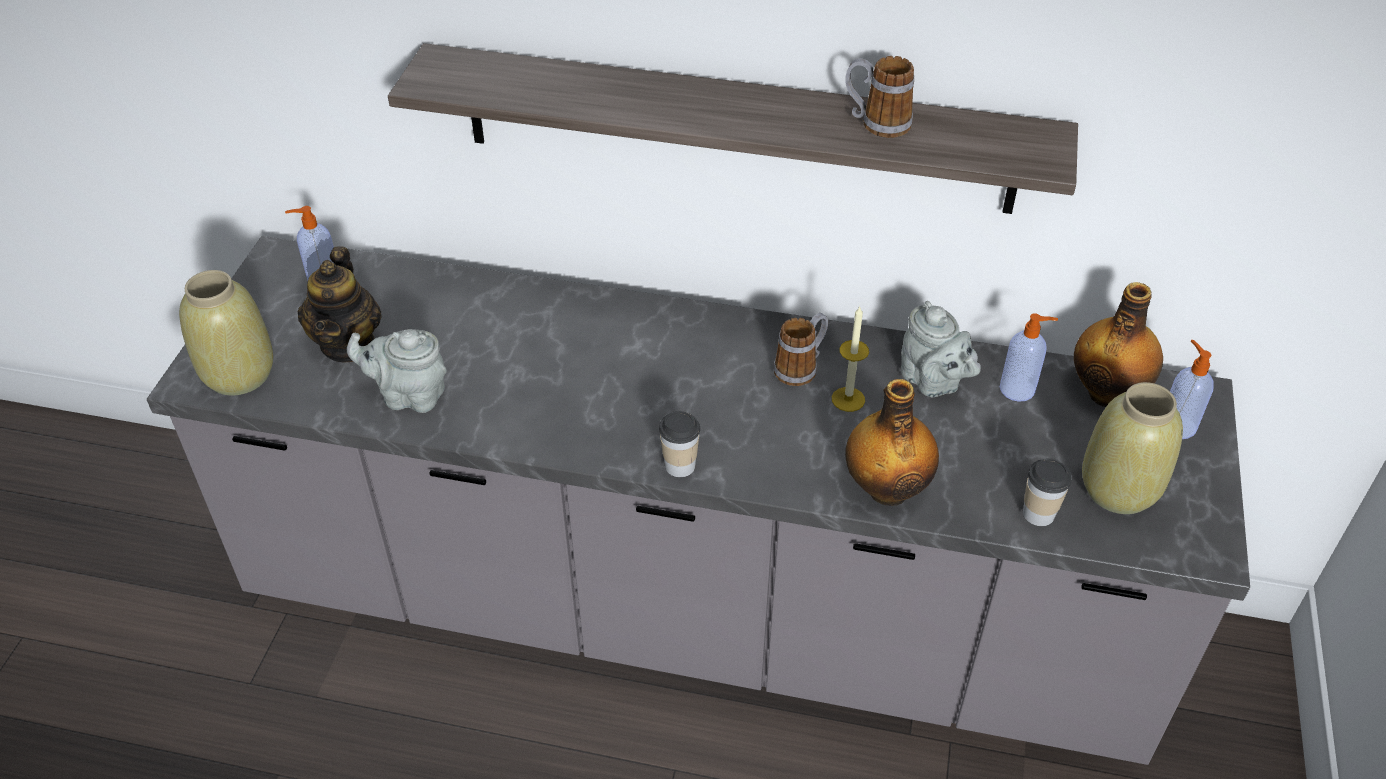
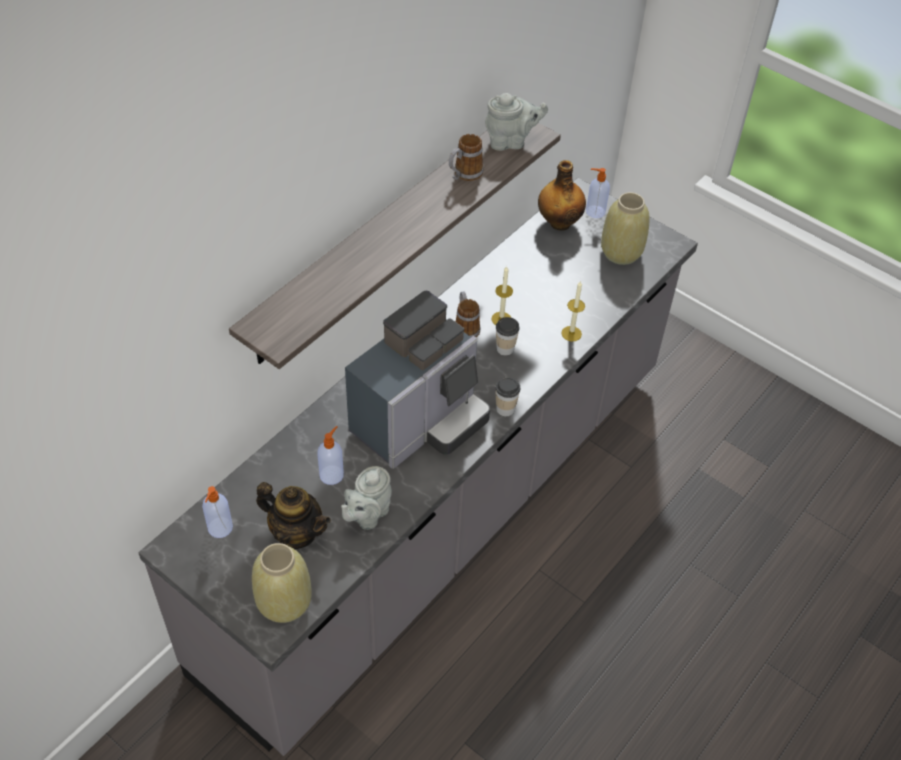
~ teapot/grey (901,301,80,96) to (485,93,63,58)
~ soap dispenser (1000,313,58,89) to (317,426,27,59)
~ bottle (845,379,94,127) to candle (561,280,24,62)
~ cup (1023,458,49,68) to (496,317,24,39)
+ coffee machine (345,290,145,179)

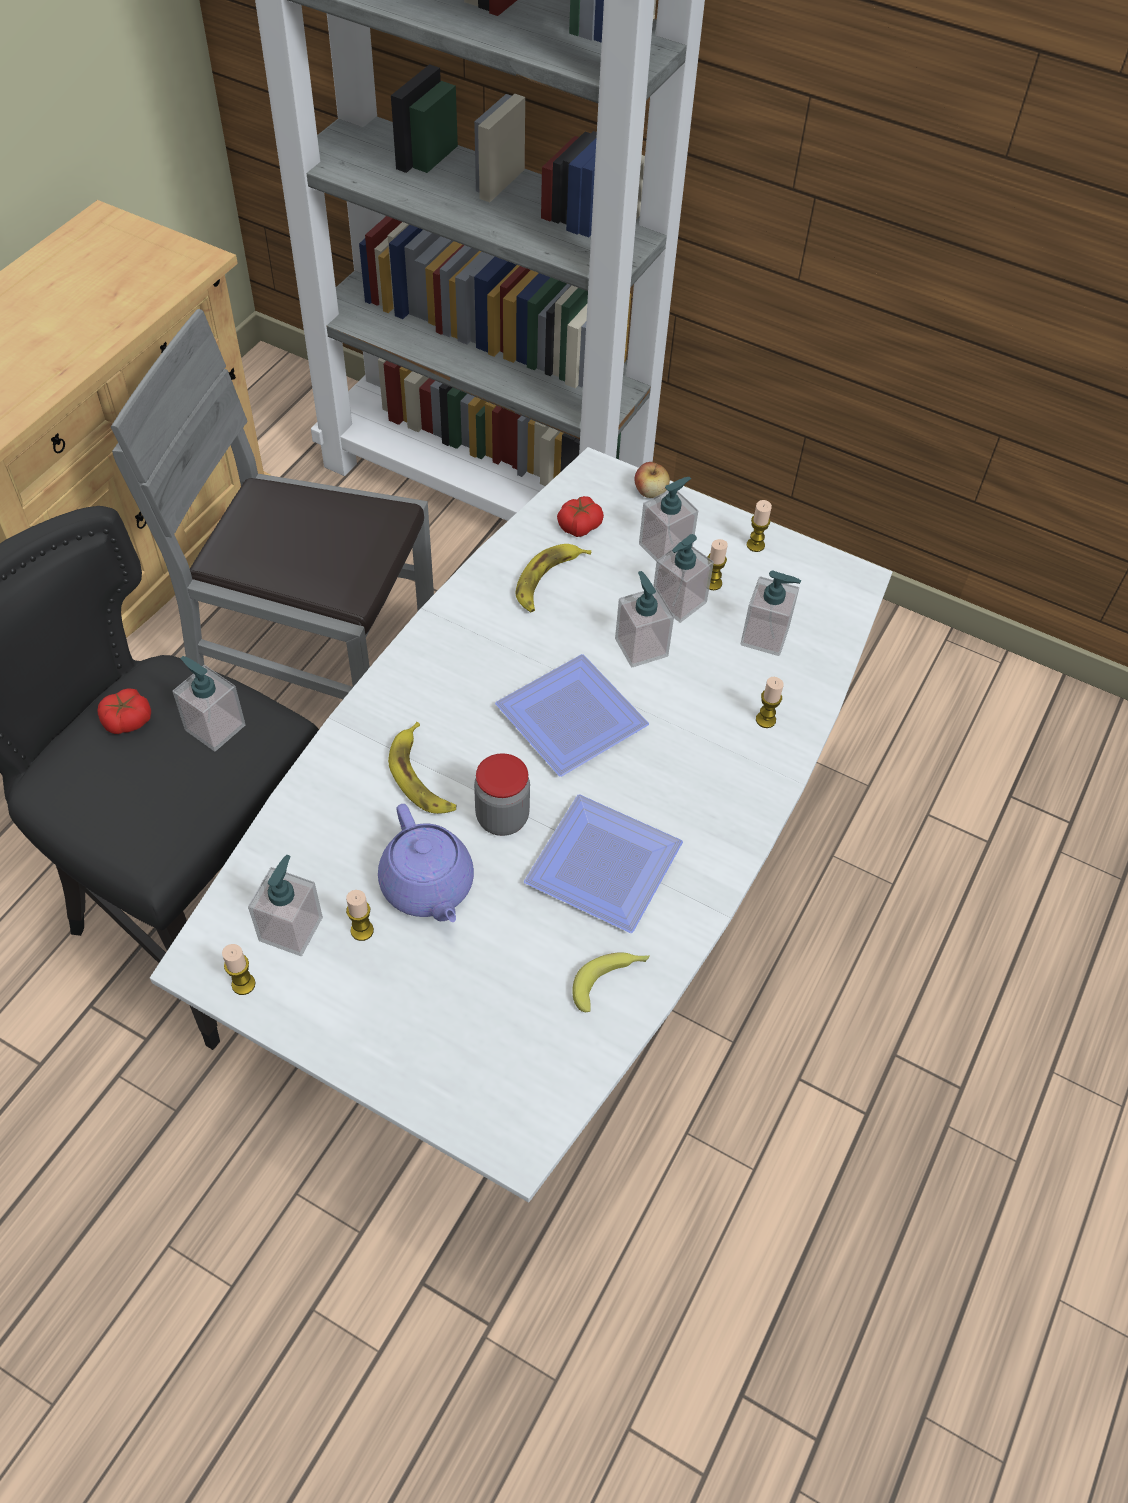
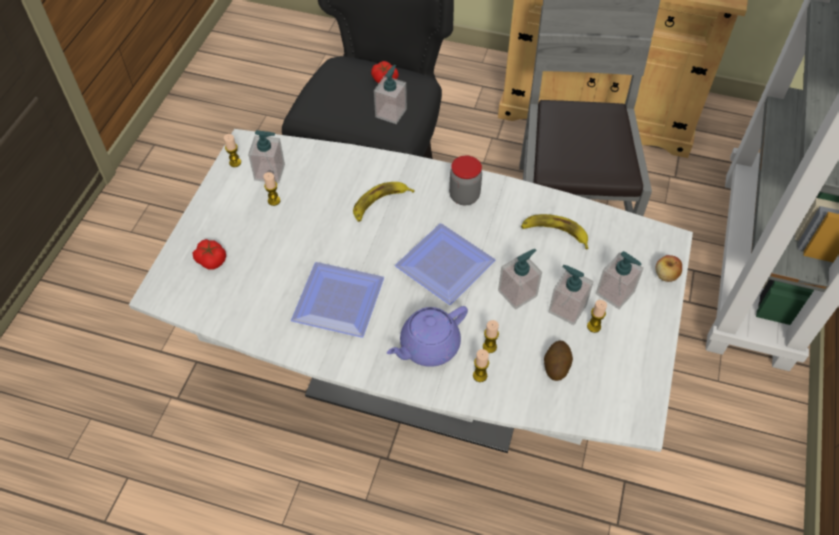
~ tomato (557,496,47,41) to (193,239,33,31)
~ candle (747,500,25,52) to (483,320,16,33)
~ soap dispenser (741,570,60,86) to potato (544,340,29,41)
~ jar (474,753,56,83) to (449,156,33,49)
~ teapot/purple (378,804,96,118) to (387,306,81,61)
- banana (572,952,78,60)

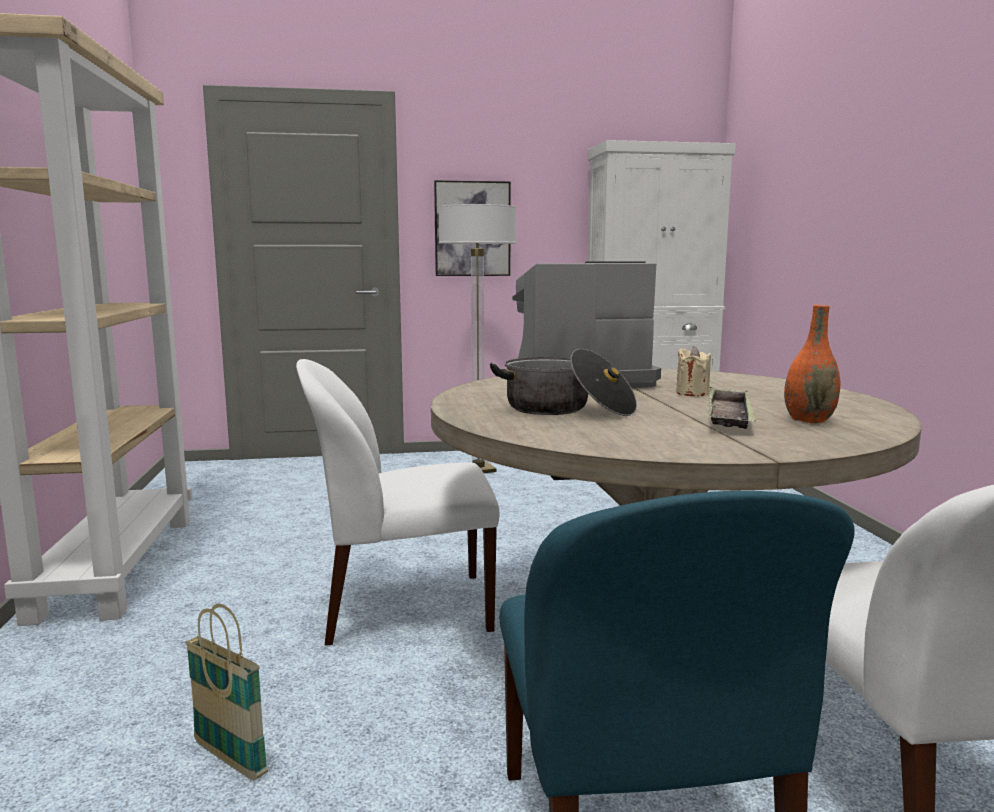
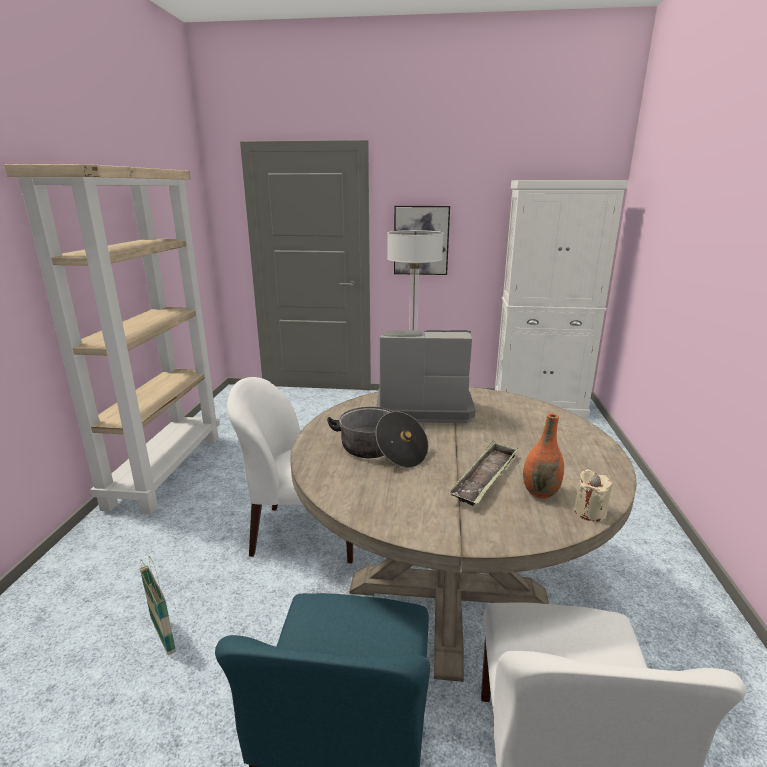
~ candle/beige (676,346,35,50) to (574,469,38,52)

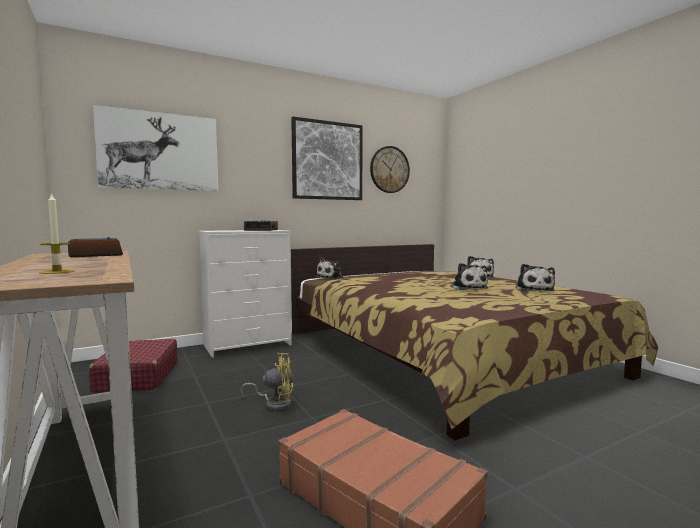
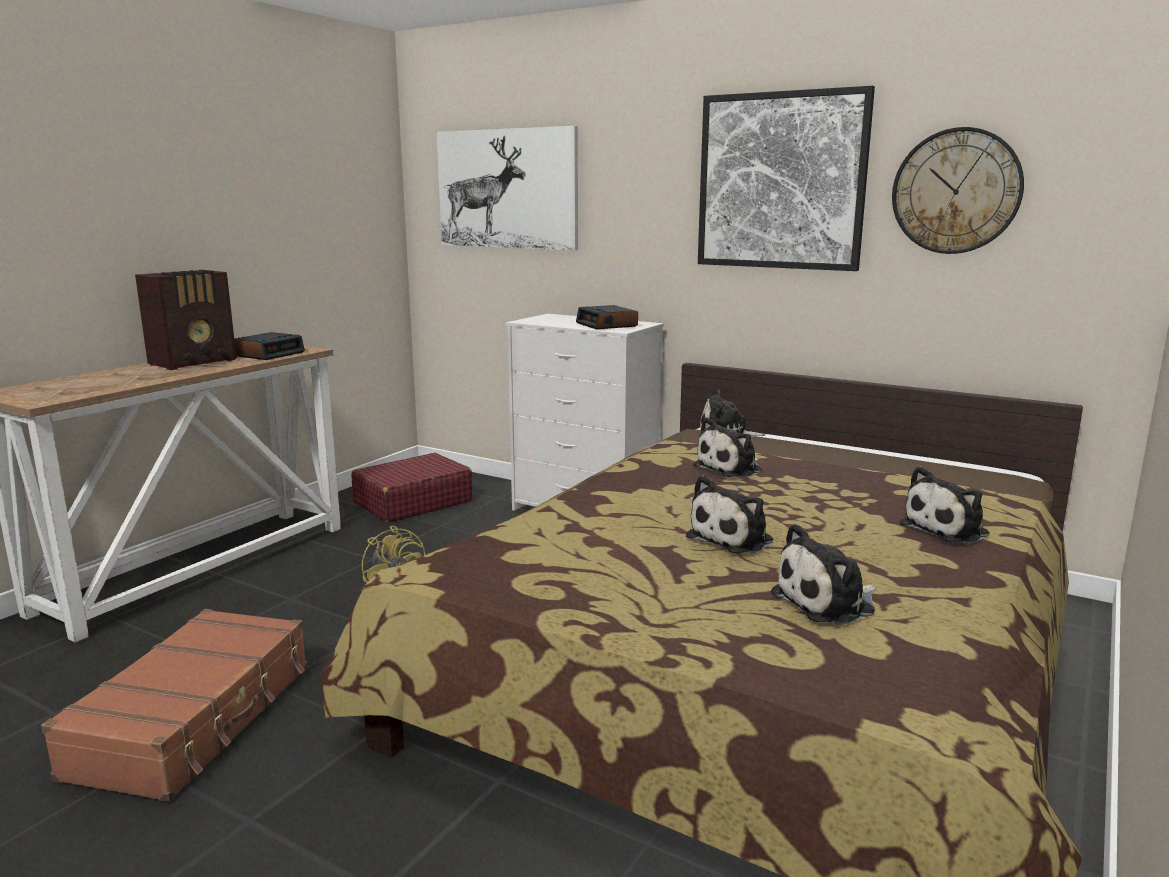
- candle (39,192,36,82)
+ radio (135,270,101,100)
+ plush toy (693,417,69,61)

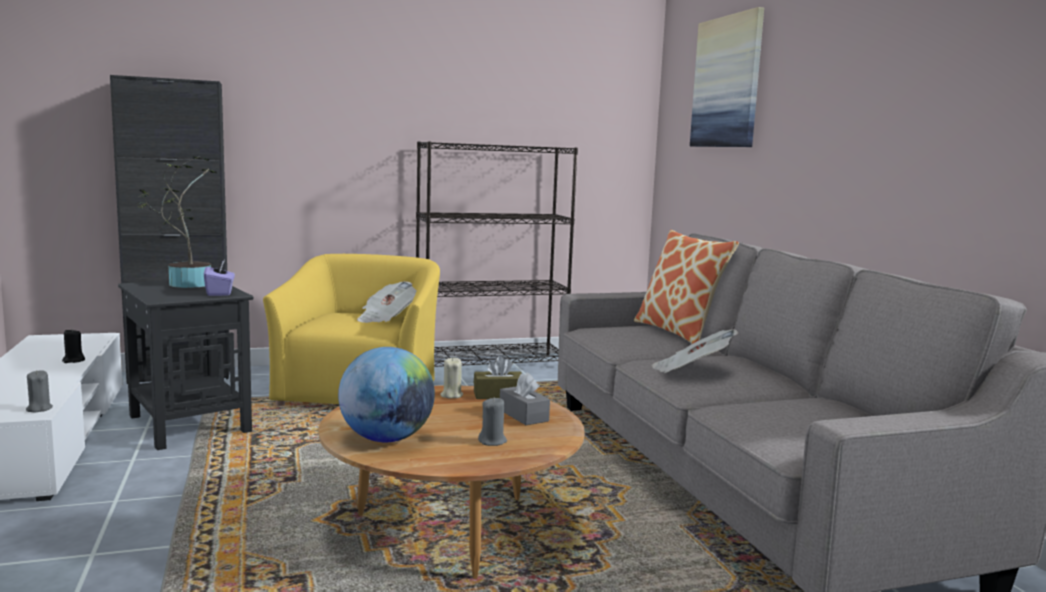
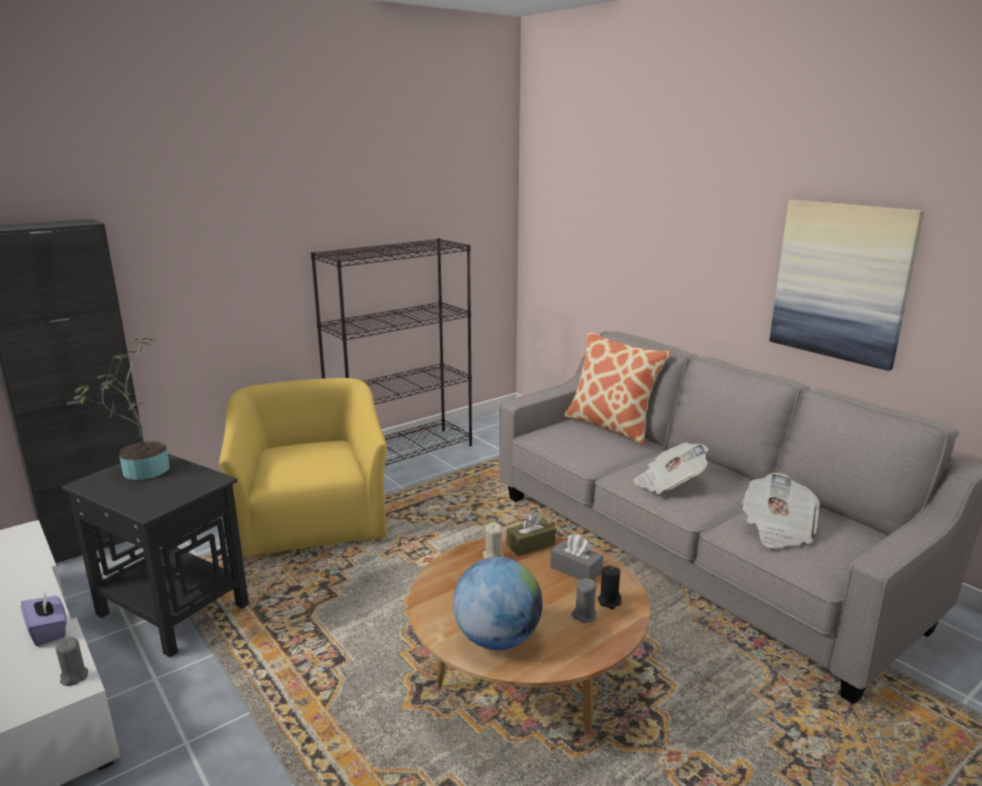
~ picture (690,7,74,140) to (769,200,155,171)
~ tissue box/purple (204,260,31,36) to (21,590,46,56)
~ newspaper (357,281,60,42) to (741,473,79,75)
~ candle/black (62,330,23,33) to (598,566,24,43)

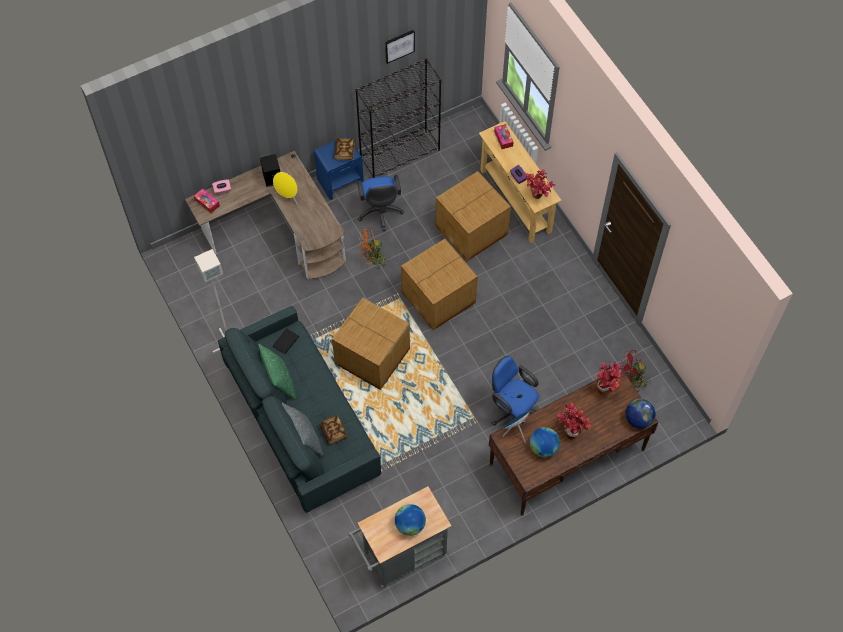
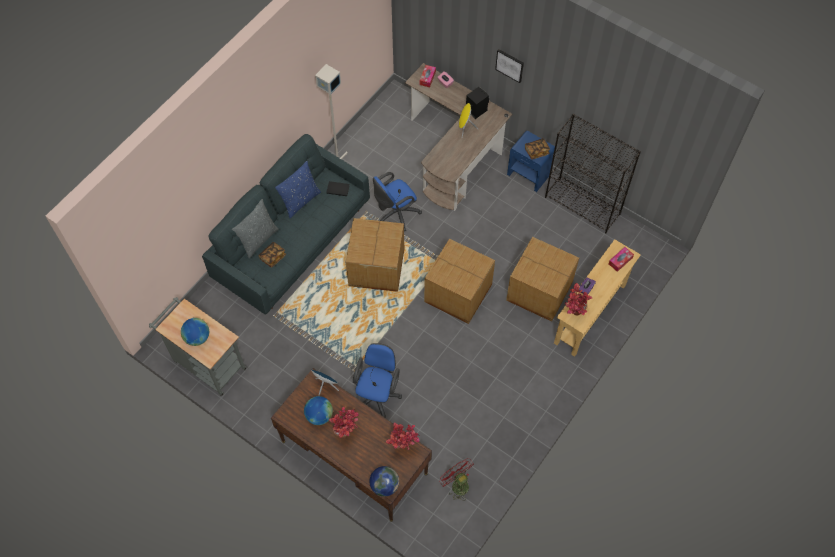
~ picture (385,30,30,34) to (495,49,29,34)
~ office chair/blue (358,175,46,56) to (373,172,49,59)
- fan/orange (359,228,31,41)
~ pillow/green (259,344,37,56) to pillow/blue (275,161,46,57)

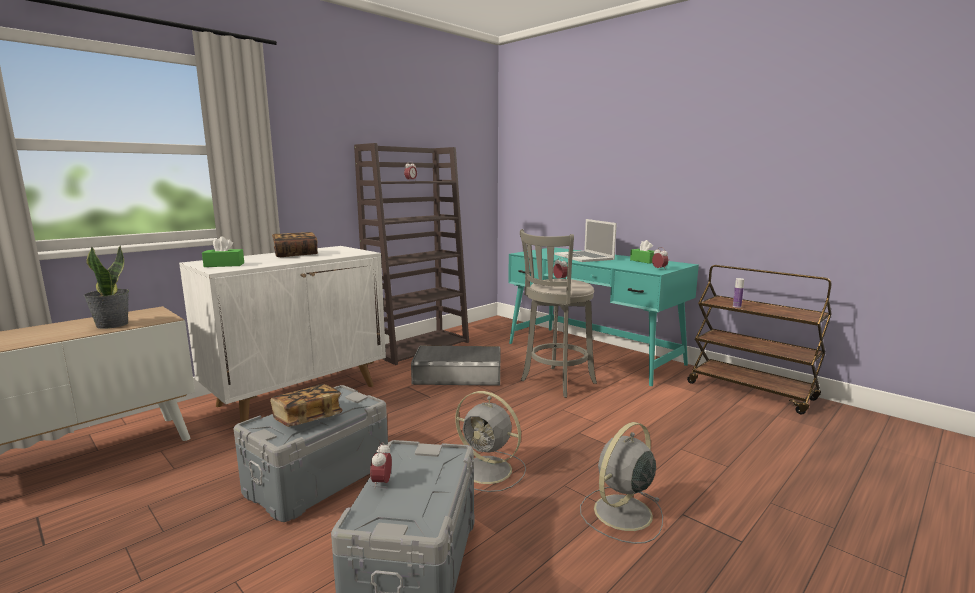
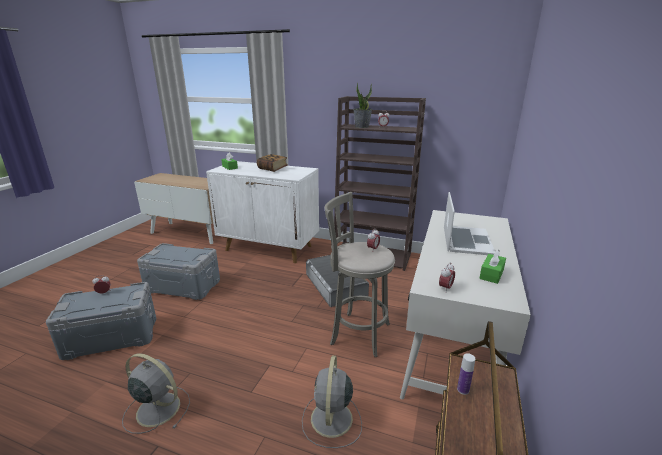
~ laptop (554,219,63,43) = (444,192,51,63) 150 degrees clockwise
~ potted plant (83,246,46,83) to (353,82,19,46)
~ desk/turquoise (508,247,191,139) to desk/white (400,210,131,189)
- book (270,384,72,43)
~ fan/grey (455,391,71,101) to (302,356,60,92)

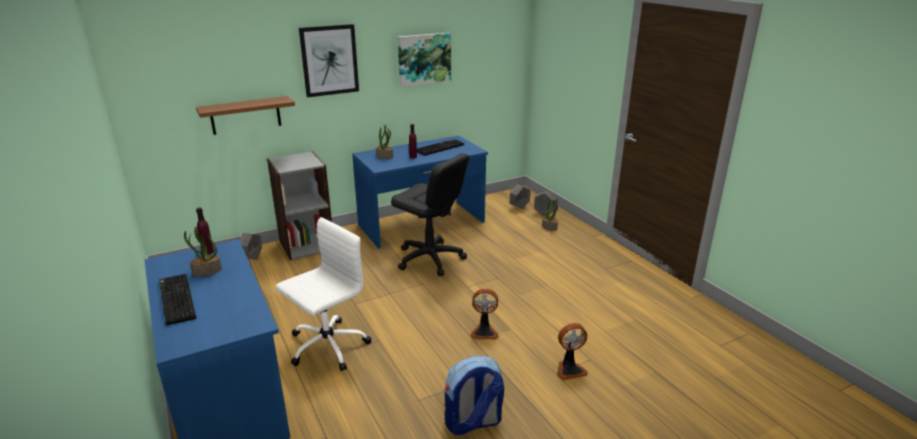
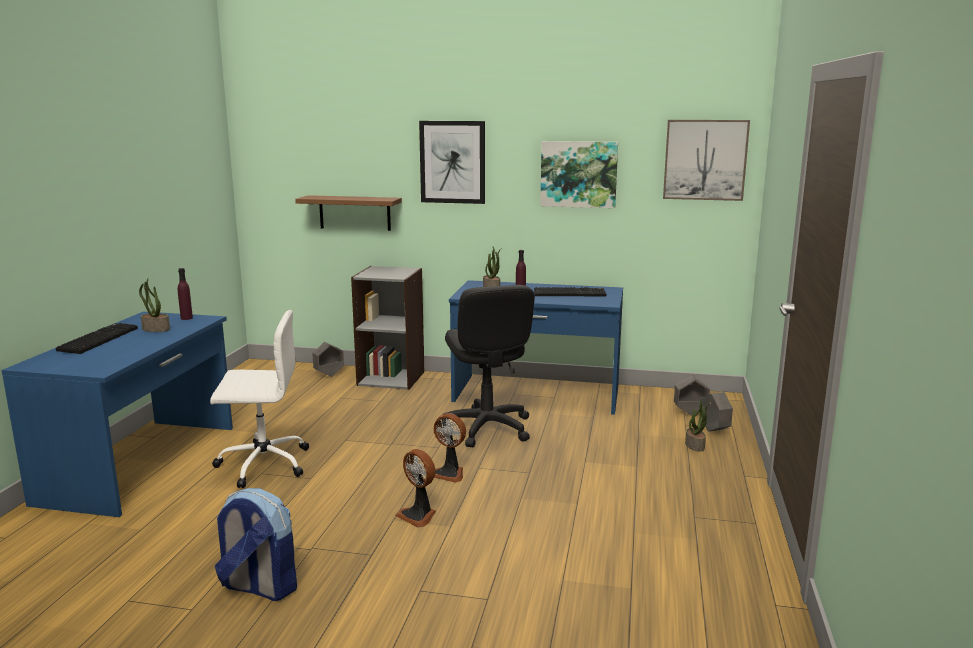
~ fan (558,323,30,57) to (434,413,32,70)
+ picture (663,120,87,81)

